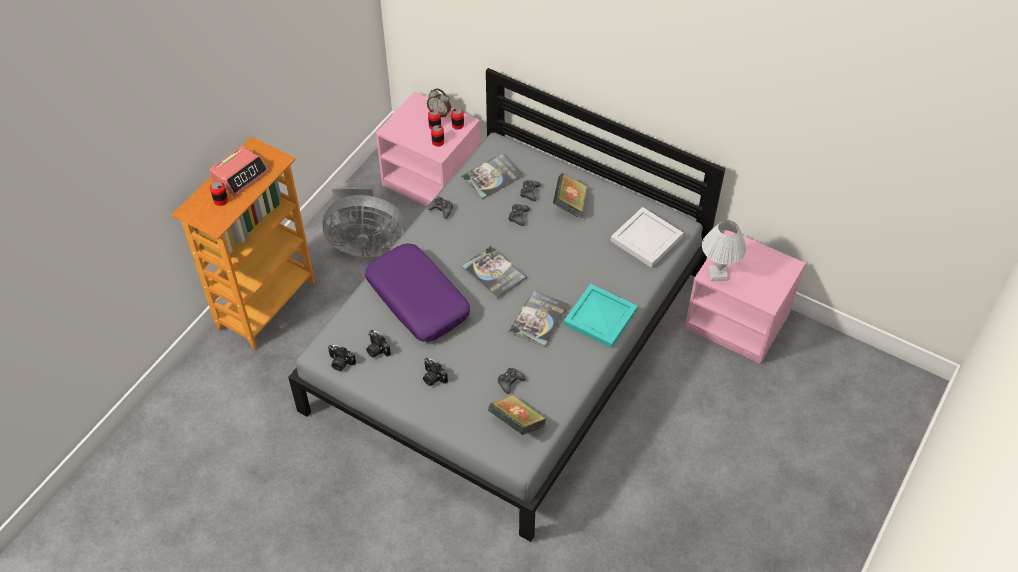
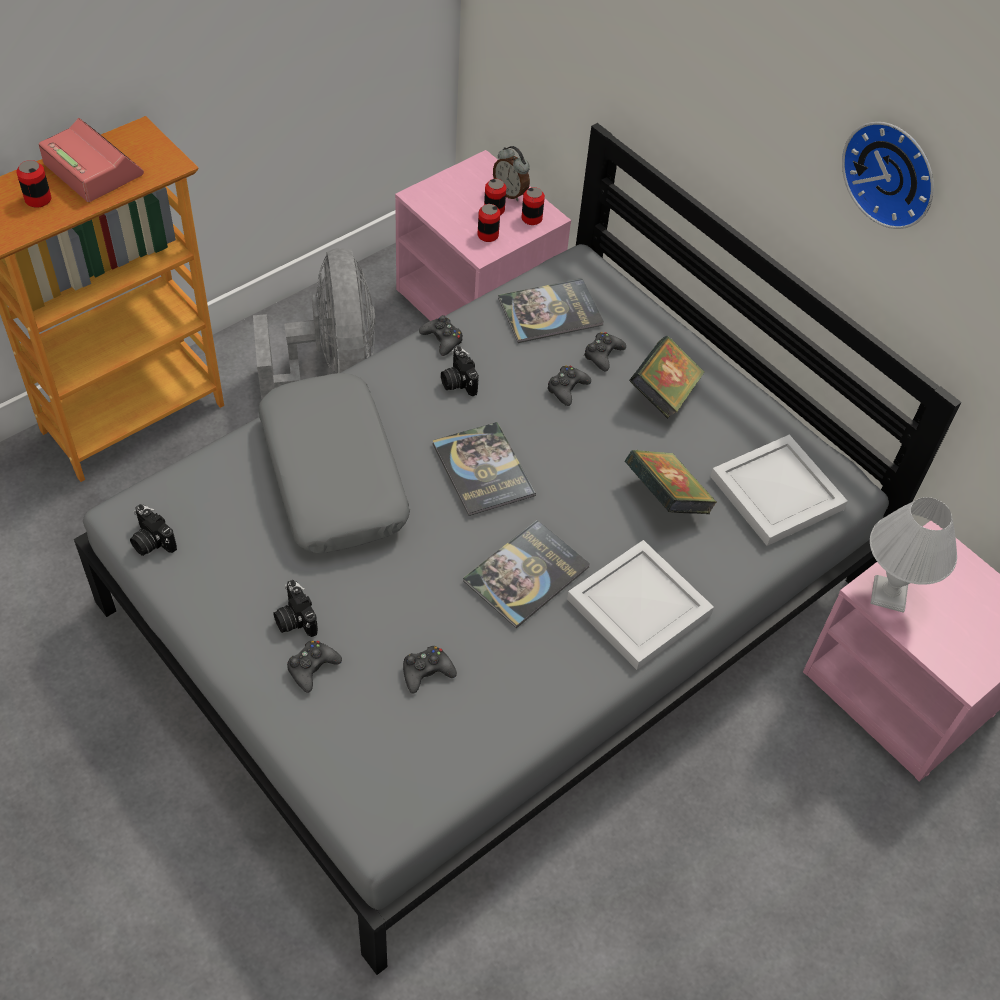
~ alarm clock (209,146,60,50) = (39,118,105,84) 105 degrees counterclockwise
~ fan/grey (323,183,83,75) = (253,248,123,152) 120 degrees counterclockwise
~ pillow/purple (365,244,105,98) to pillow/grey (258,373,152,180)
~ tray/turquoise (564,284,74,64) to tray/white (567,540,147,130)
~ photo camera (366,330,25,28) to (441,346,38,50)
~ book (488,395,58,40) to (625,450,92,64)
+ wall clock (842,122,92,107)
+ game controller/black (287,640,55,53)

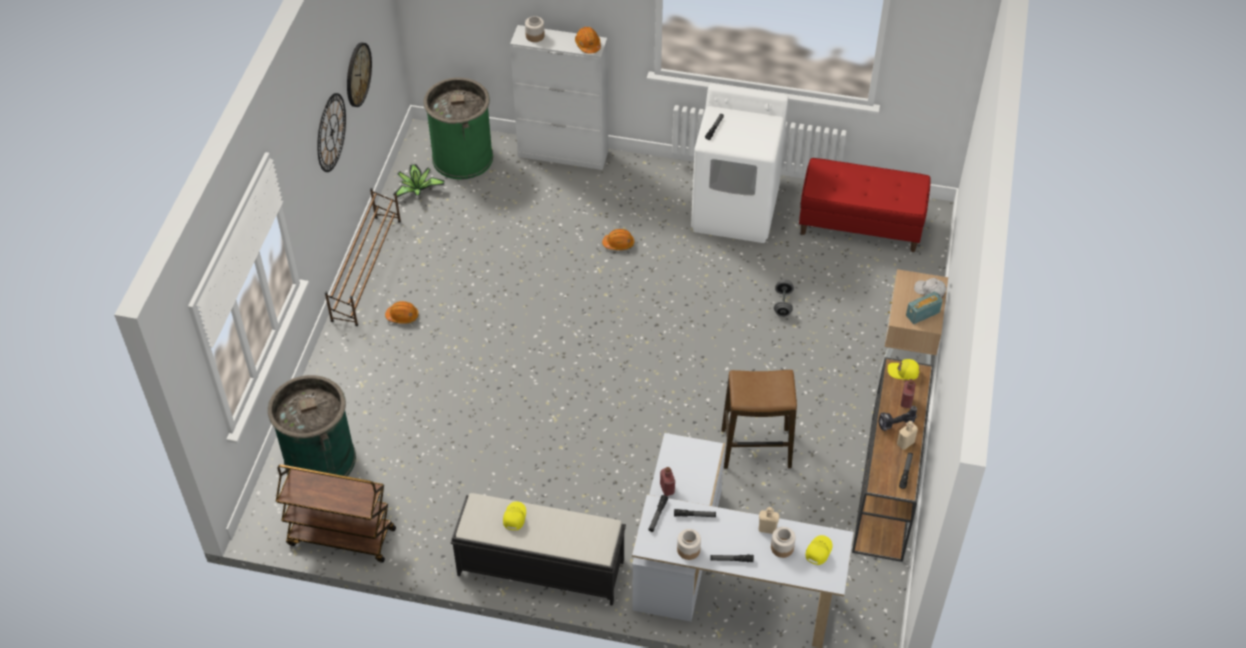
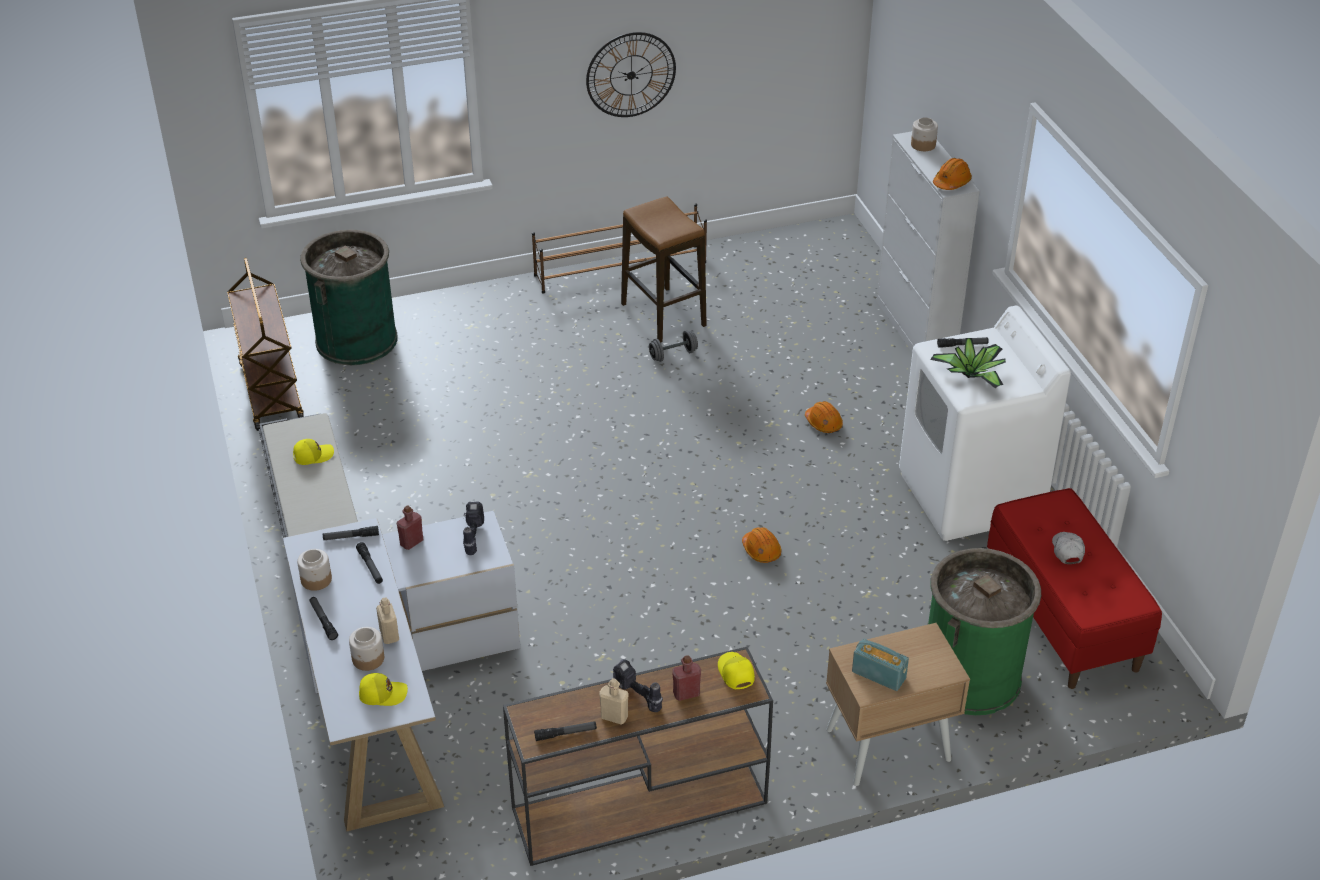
- wall clock (347,43,25,64)
~ trash can/green (423,78,70,102) to (928,548,113,167)
~ potted plant (393,164,52,34) to (930,338,76,50)
~ cap/white (914,278,32,21) to (1052,532,33,32)
~ dumbbell/grey (774,279,20,38) to (649,330,49,32)
~ hard hat/orange (385,301,33,23) to (742,527,39,36)
~ stool (721,370,76,99) to (621,197,86,146)
+ power drill (463,502,21,53)

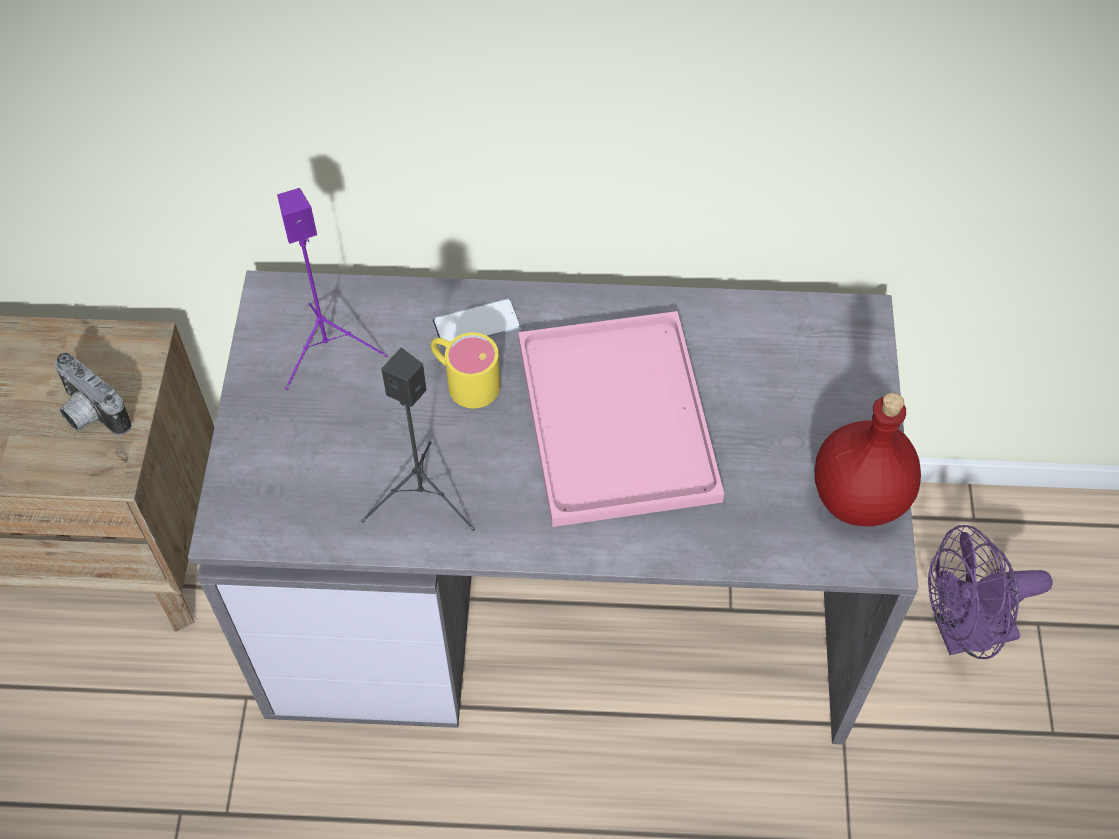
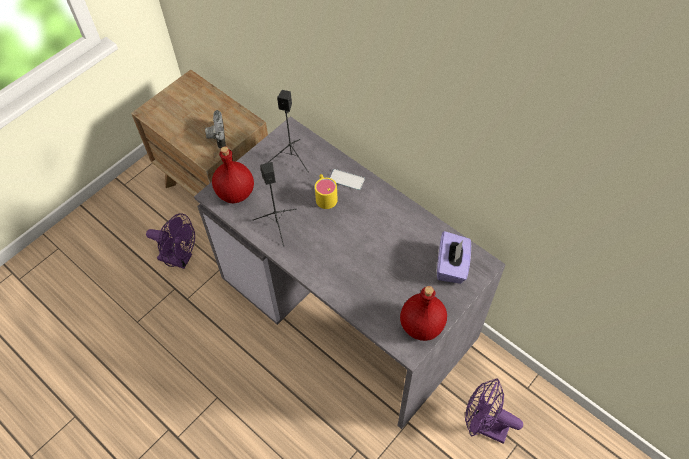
~ speaker/purple (277,188,111,202) to speaker/black (268,90,41,82)
- tray/pink (518,311,206,216)
+ bottle/red (212,146,42,57)
+ fan/purple (146,213,49,56)
+ tissue box/purple (437,231,34,53)

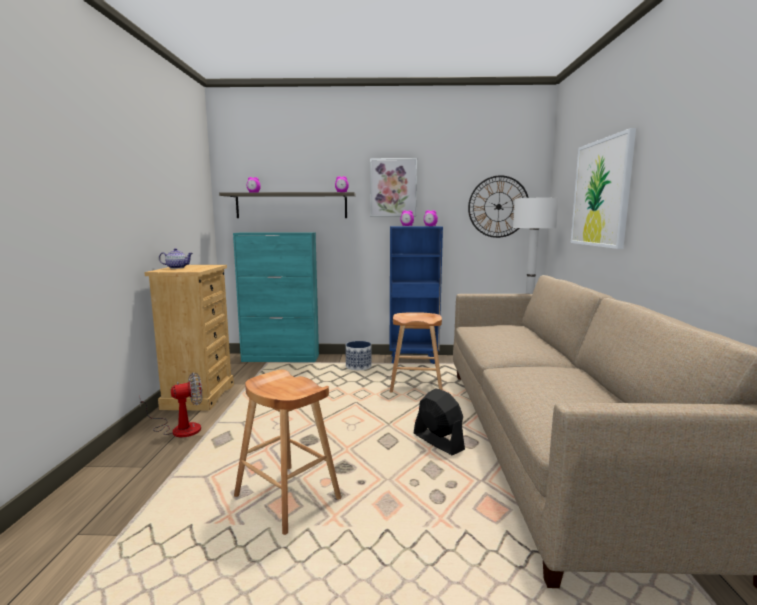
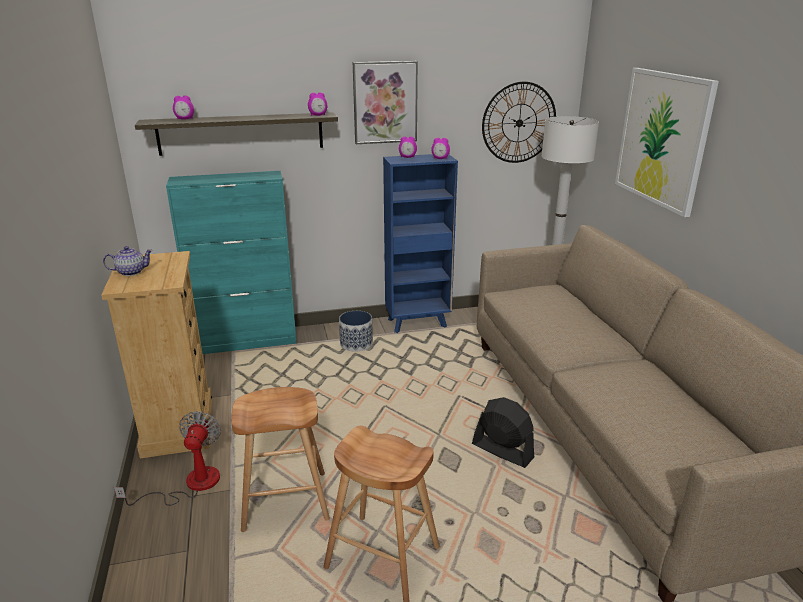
~ stool/brown (390,312,53,80) to (231,387,99,145)
~ fan (139,372,63,65) = (114,411,107,95) 45 degrees counterclockwise

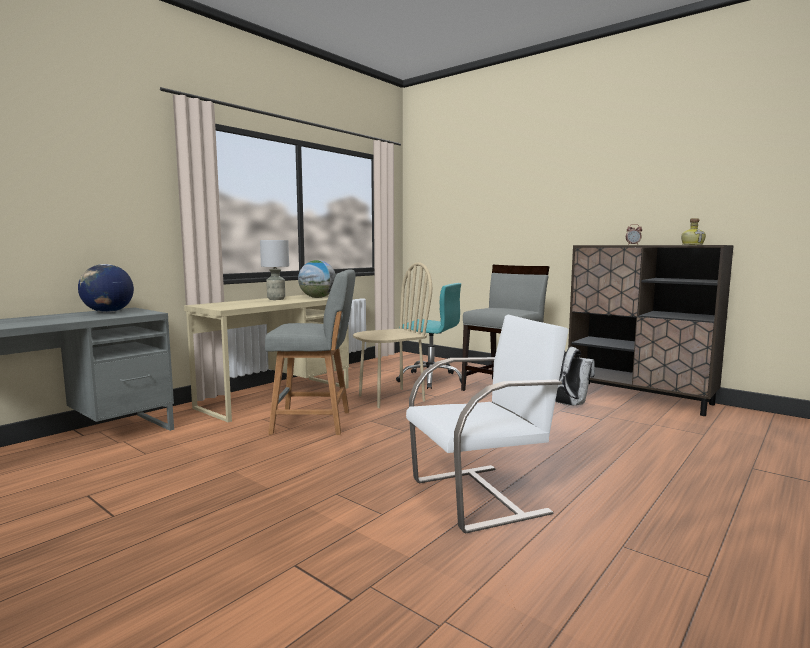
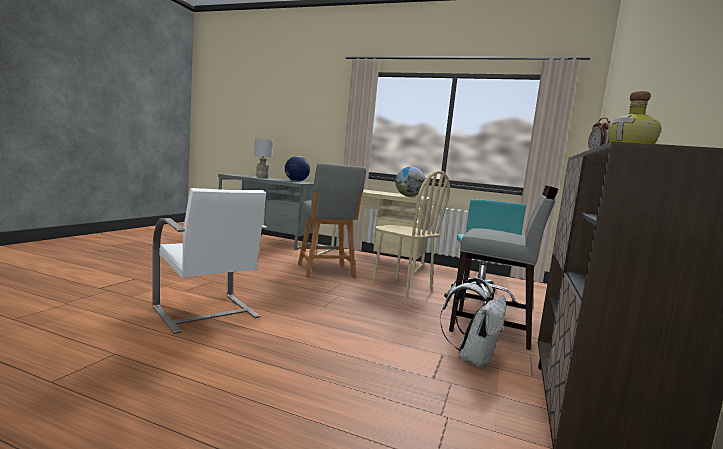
~ table lamp/grey (260,240,29,60) to (254,139,19,40)

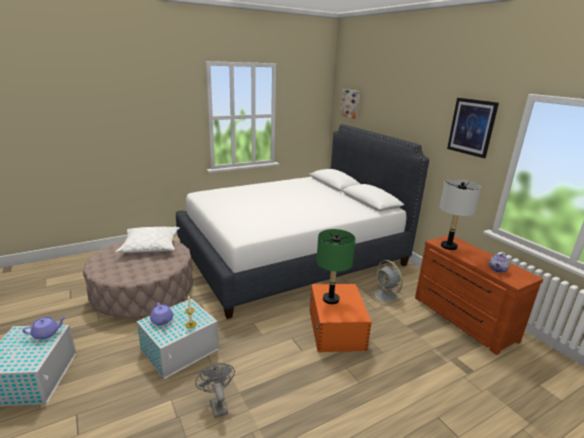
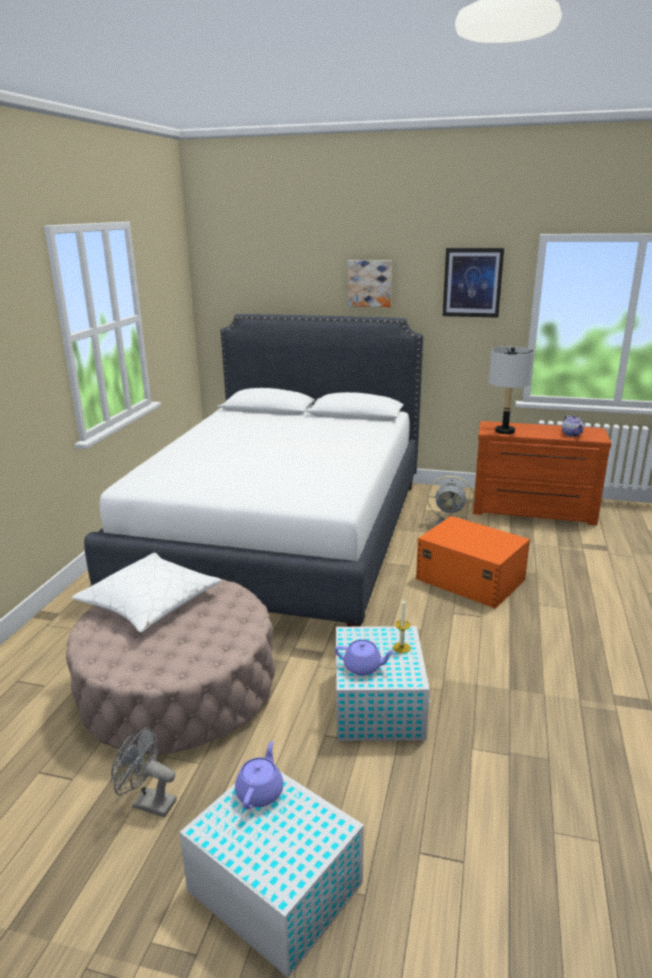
~ picture (340,89,20,30) to (347,260,45,47)
- table lamp/green (316,229,40,75)
~ fan/grey (195,363,40,55) to (111,727,66,90)

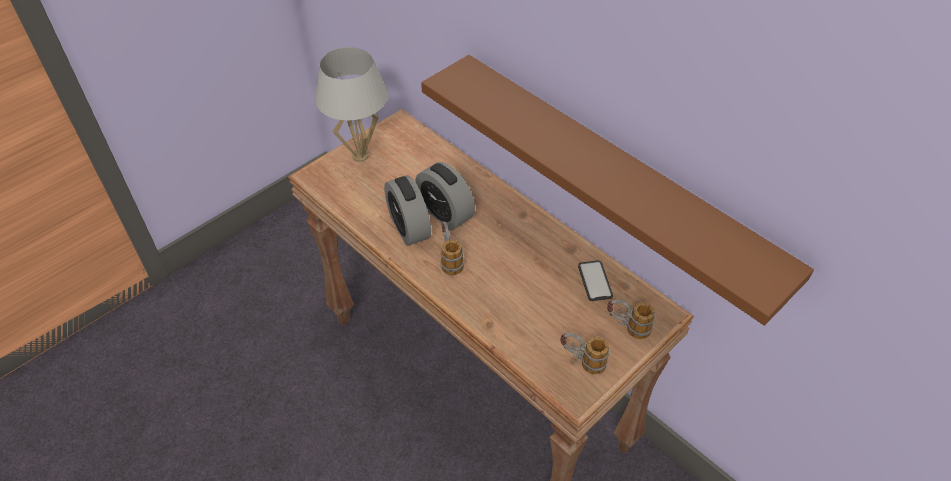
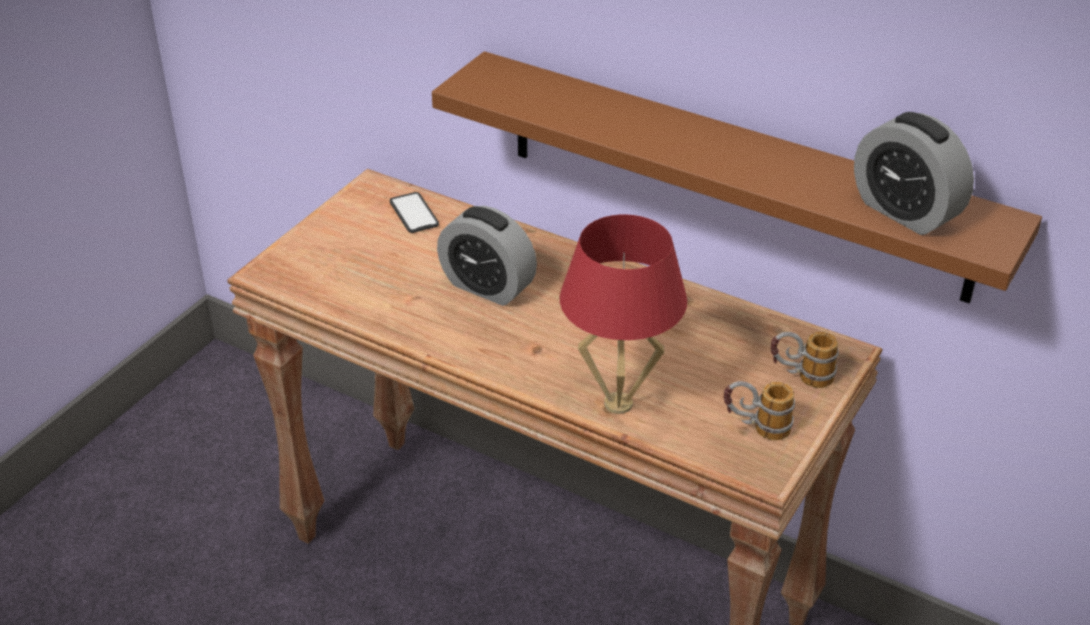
- table lamp/white (315,47,73,115)
~ alarm clock (384,175,47,71) to (854,112,120,123)
- mug (440,221,24,54)
~ phone (578,260,35,41) to (390,192,49,41)
+ table lamp/red (560,215,127,199)

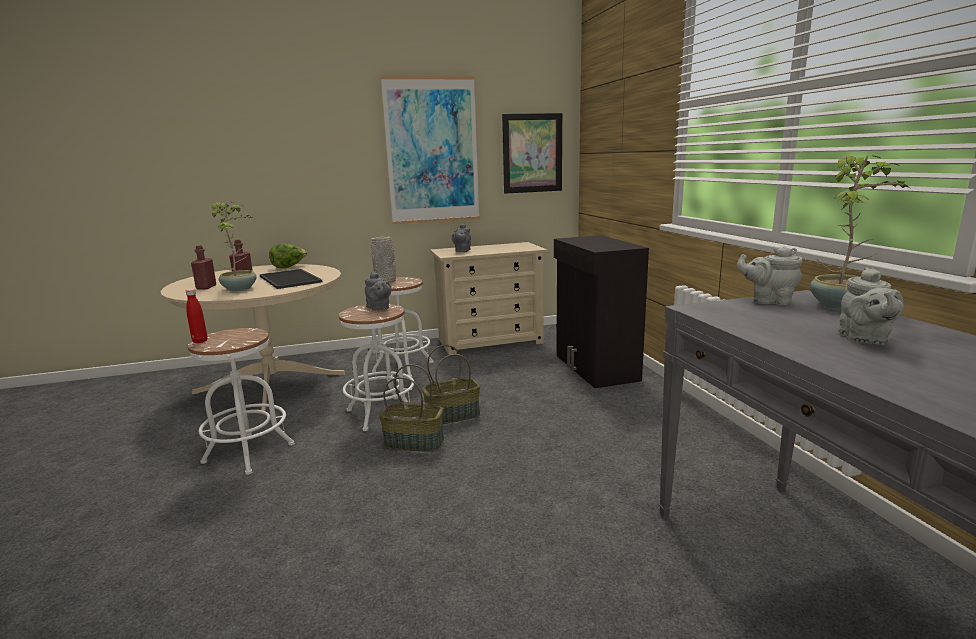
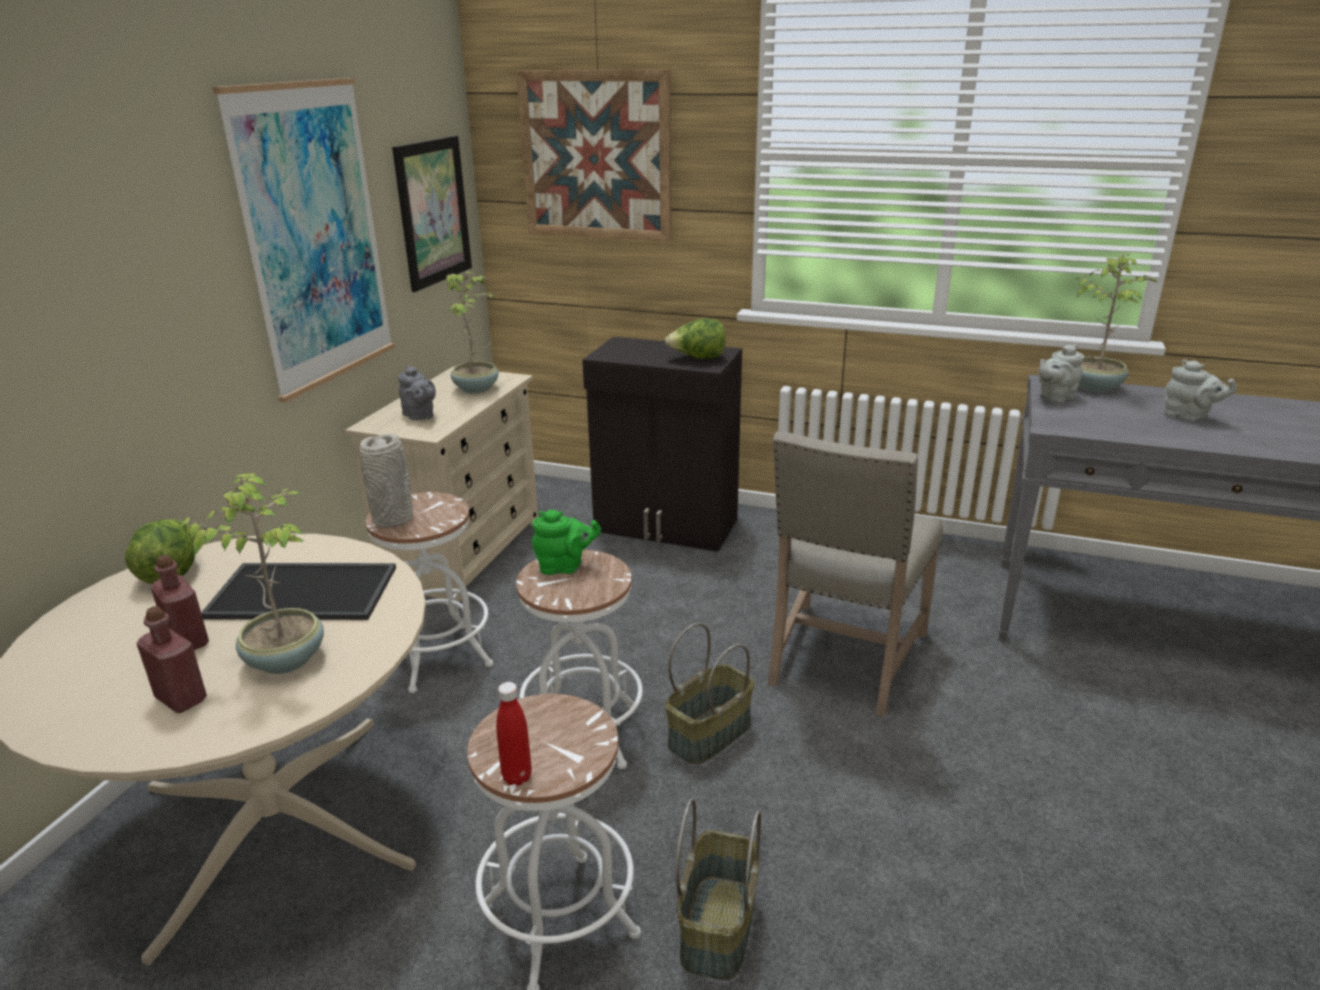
~ teapot/grey (365,272,26,38) to teapot/green (532,510,69,65)
~ basket (422,345,58,79) to (676,798,85,183)
+ picture (516,69,156,173)
+ potted plant (446,271,53,123)
+ lettuce (665,318,61,41)
+ chair/beige (768,431,175,285)

